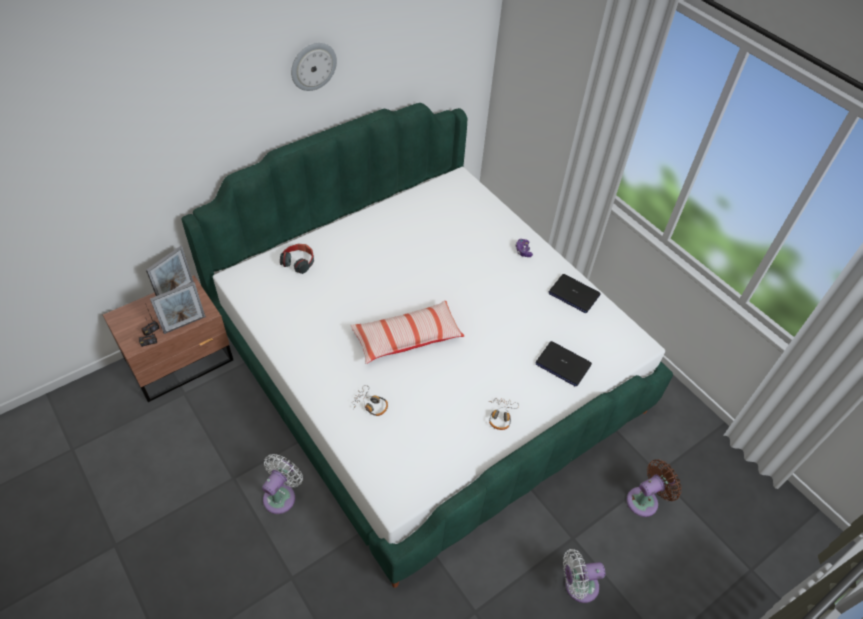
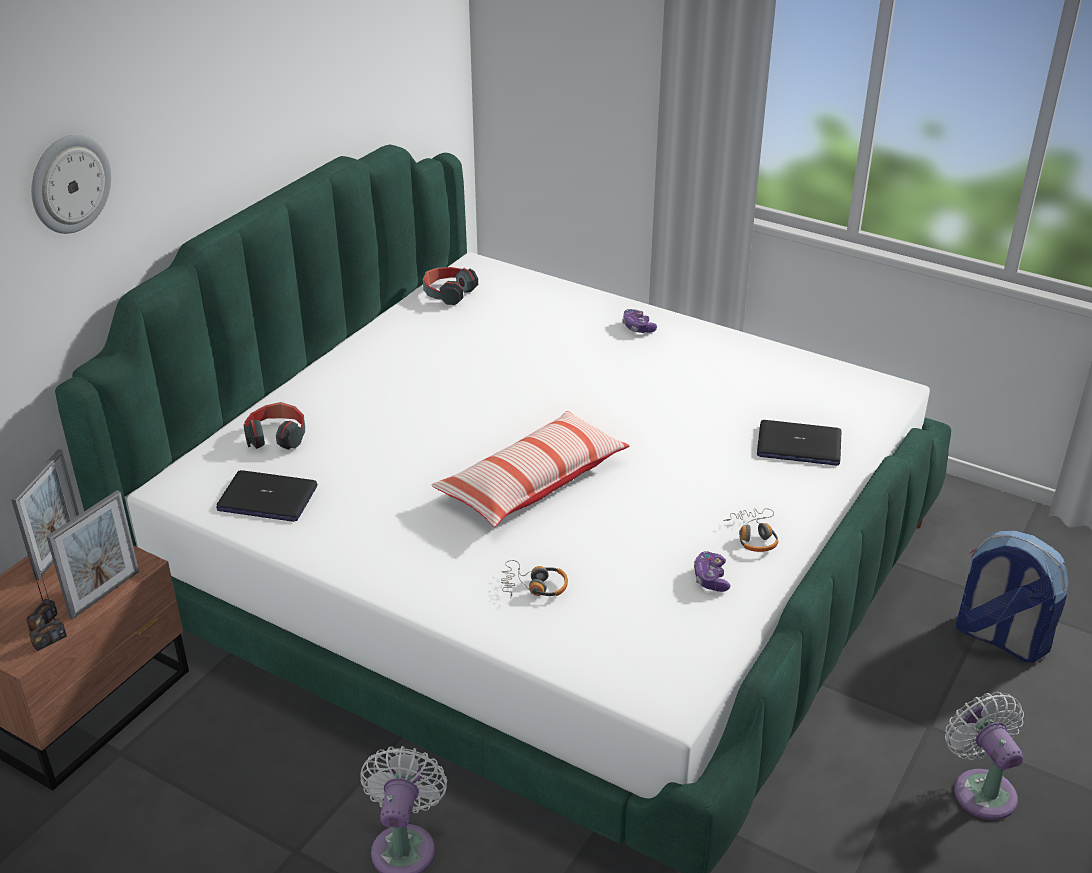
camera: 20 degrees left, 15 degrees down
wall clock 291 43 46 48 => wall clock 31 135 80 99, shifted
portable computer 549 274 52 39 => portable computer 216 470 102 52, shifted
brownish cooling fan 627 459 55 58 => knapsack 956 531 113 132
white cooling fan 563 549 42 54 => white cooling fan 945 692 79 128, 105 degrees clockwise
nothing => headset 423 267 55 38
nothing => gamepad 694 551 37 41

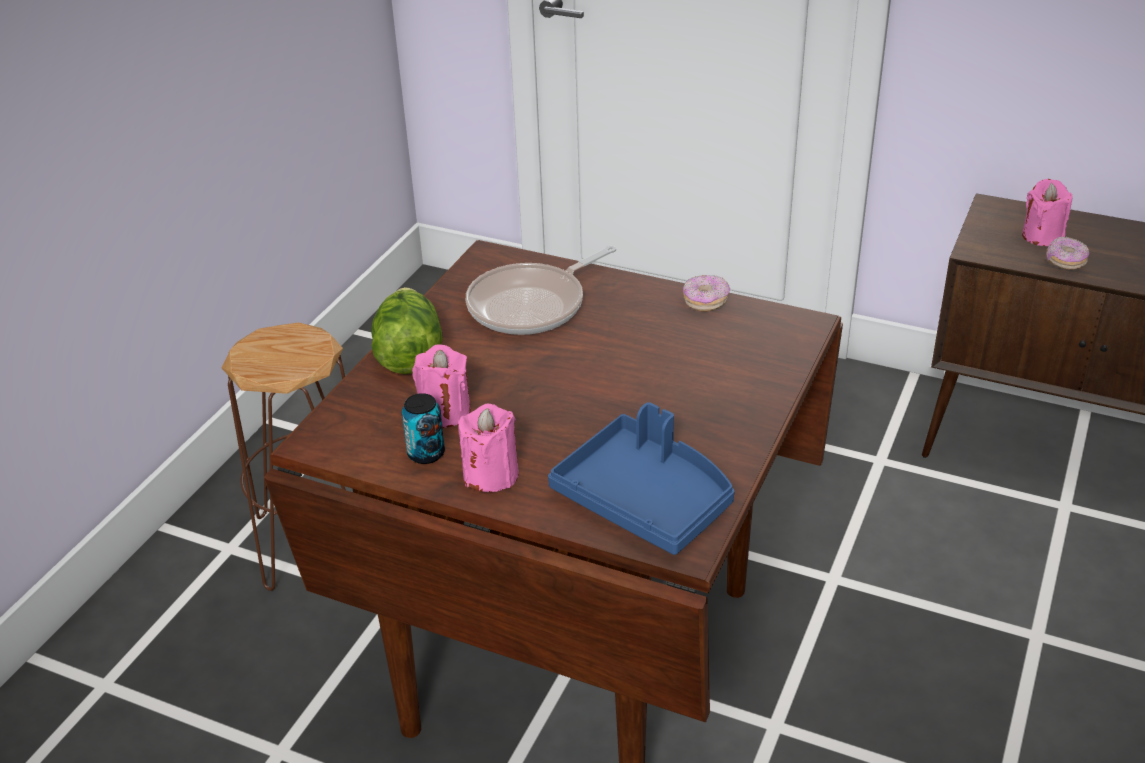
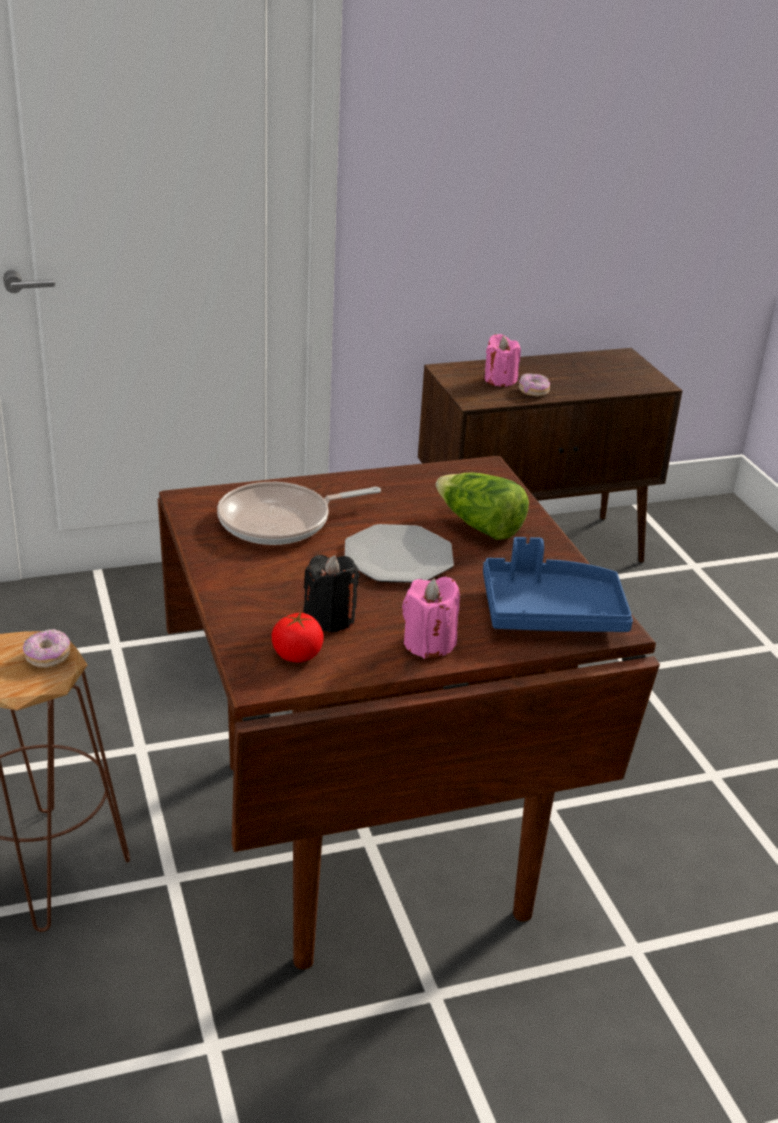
camera: 45 degrees left, 5 degrees down
pan 466 246 150 89 => pan 217 482 164 63, 60 degrees clockwise
ring doughnut 683 275 47 37 => ring doughnut 23 629 47 39, shifted
head of lettuce 371 287 72 87 => head of lettuce 436 473 93 67, shifted
pinkish wax light 412 344 59 84 => blackish wax light 303 555 57 78
sealed can 402 393 43 71 => nothing
nothing => plate 345 524 109 59
nothing => tomato 272 612 52 50

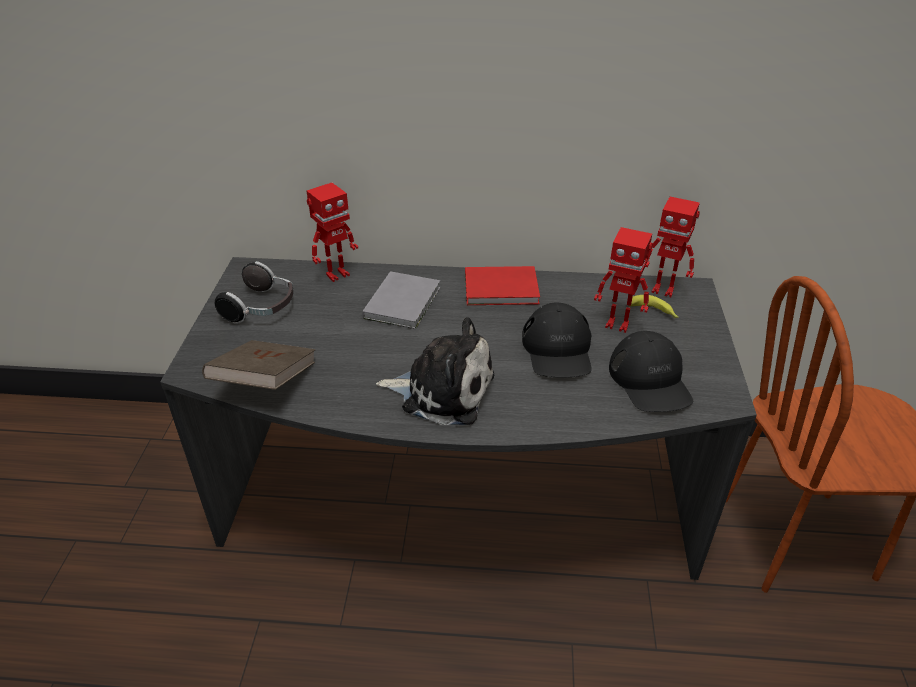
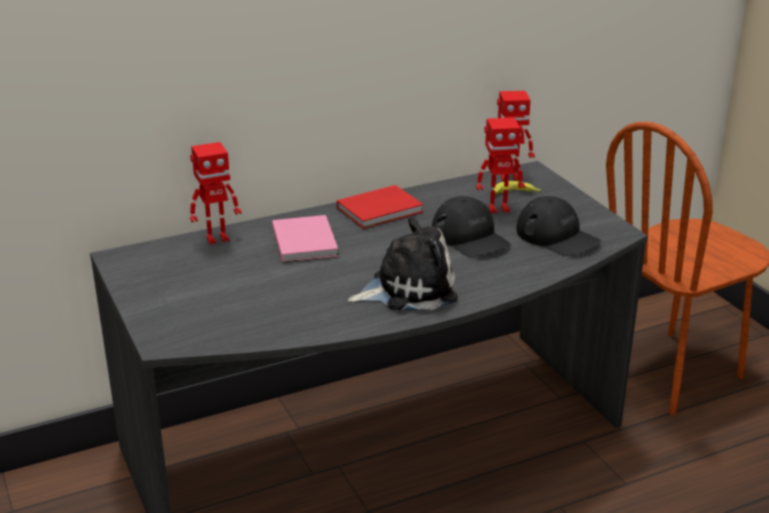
camera: 30 degrees left, 10 degrees down
model robot 307 183 51 99 => model robot 190 142 52 103, 45 degrees clockwise
headset 215 261 78 63 => nothing
greyish book 362 271 78 58 => pinkish book 272 215 67 48
brownish book 202 340 113 50 => nothing

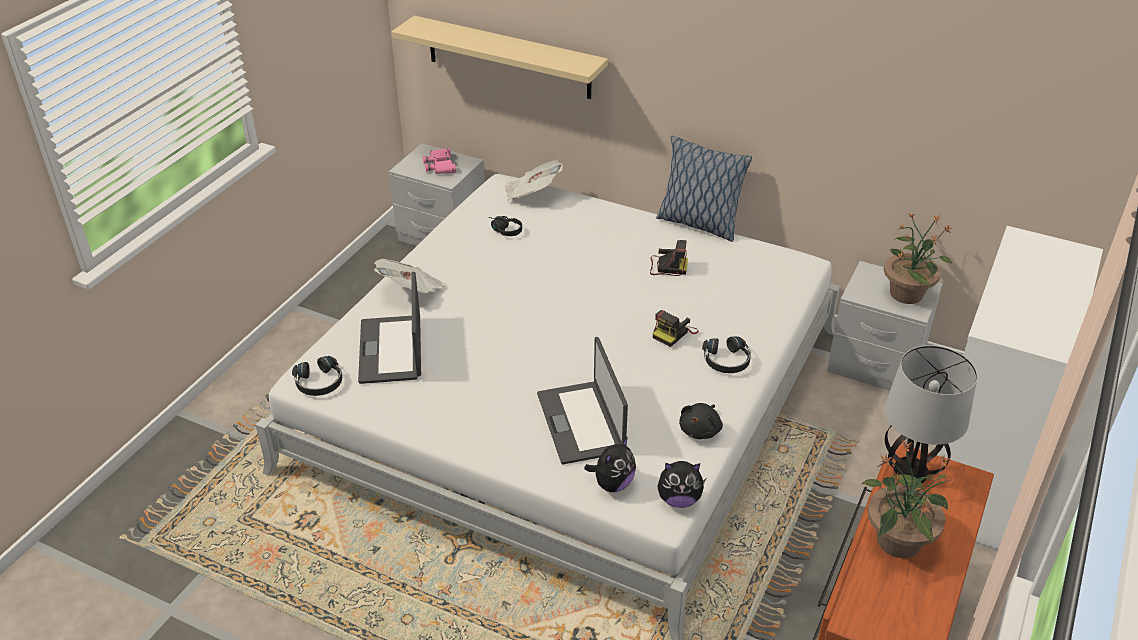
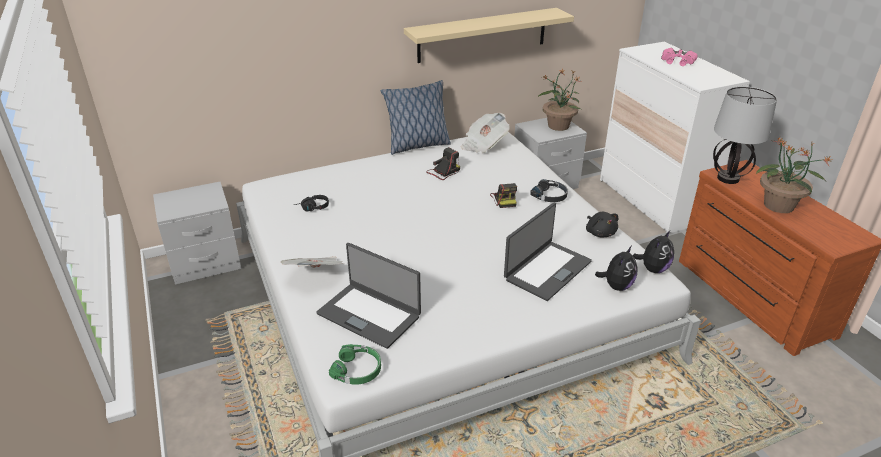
camera: 50 degrees left, 5 degrees down
beige bracket shelf 391 16 217 83 => beige bracket shelf 404 8 170 55, shifted
pinkish binoculars 423 148 33 26 => pinkish binoculars 661 48 37 18, shifted
newspaper 505 160 58 41 => newspaper 461 113 49 40, shifted
portable computer 537 337 91 127 => portable computer 504 203 88 98, 75 degrees counterclockwise
blackish headset 292 356 50 40 => green headset 329 344 52 41
soft toy 584 437 52 55 => soft toy 595 246 43 45, 45 degrees clockwise

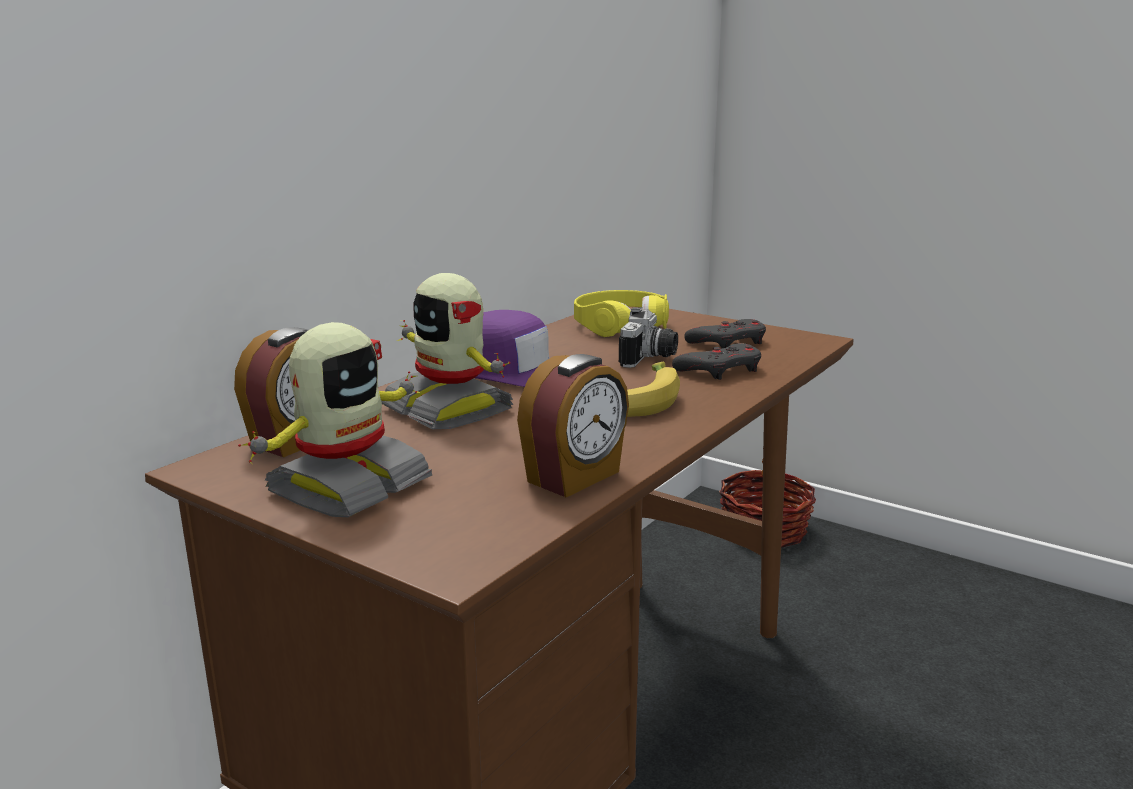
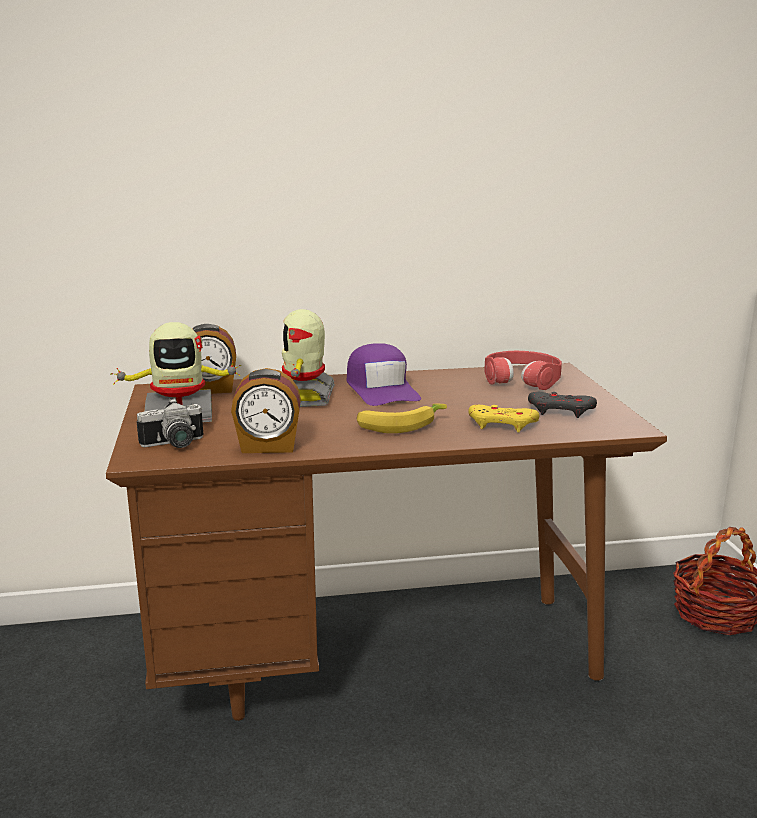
camera: 45 degrees right, 0 degrees up
yellowish headset 574 290 95 47 => reddish headset 484 351 78 39
still camera 619 307 59 61 => still camera 136 398 67 50, shifted
greyish gamepad 672 343 89 37 => yellowish gamepad 468 405 71 27

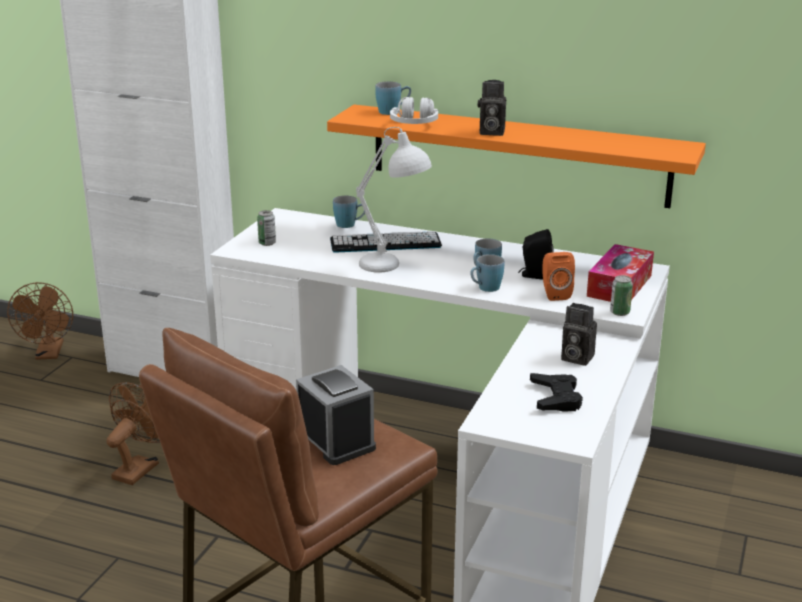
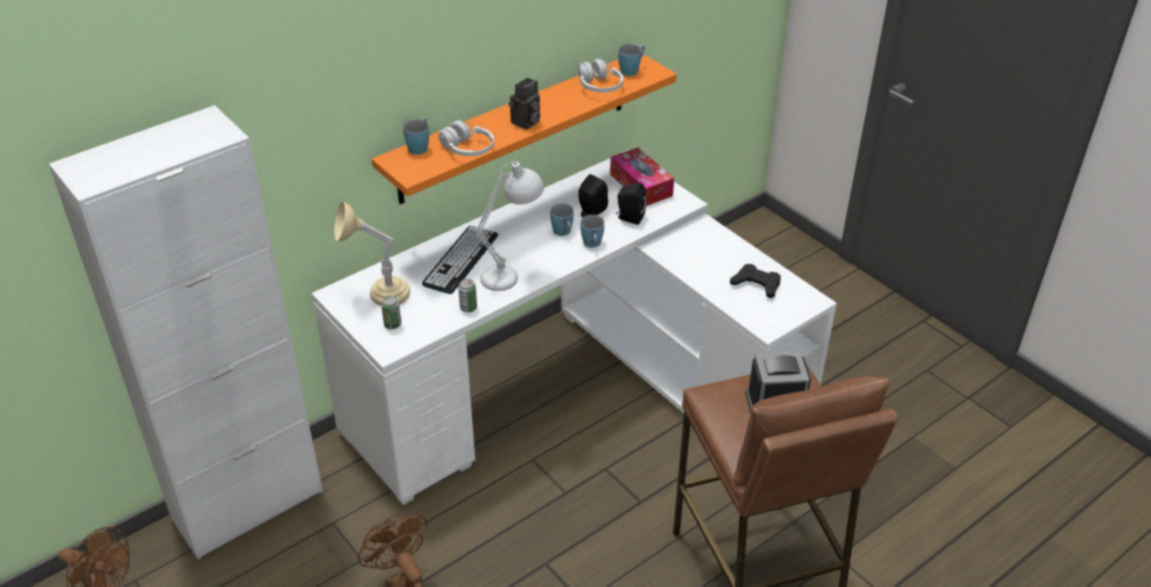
camera: 60 degrees left, 15 degrees up
blue coffee mug 333 196 32 32 => blue coffee mug 618 44 27 32, shifted
orange-coloured speaker 542 252 33 49 => blackish speaker 616 183 31 42
sealed can 610 275 23 41 => sealed can 458 279 19 34, shifted
still camera 561 303 36 63 => nothing
nothing => white headset 578 59 45 33
nothing => beige lamp for a table 334 202 76 104

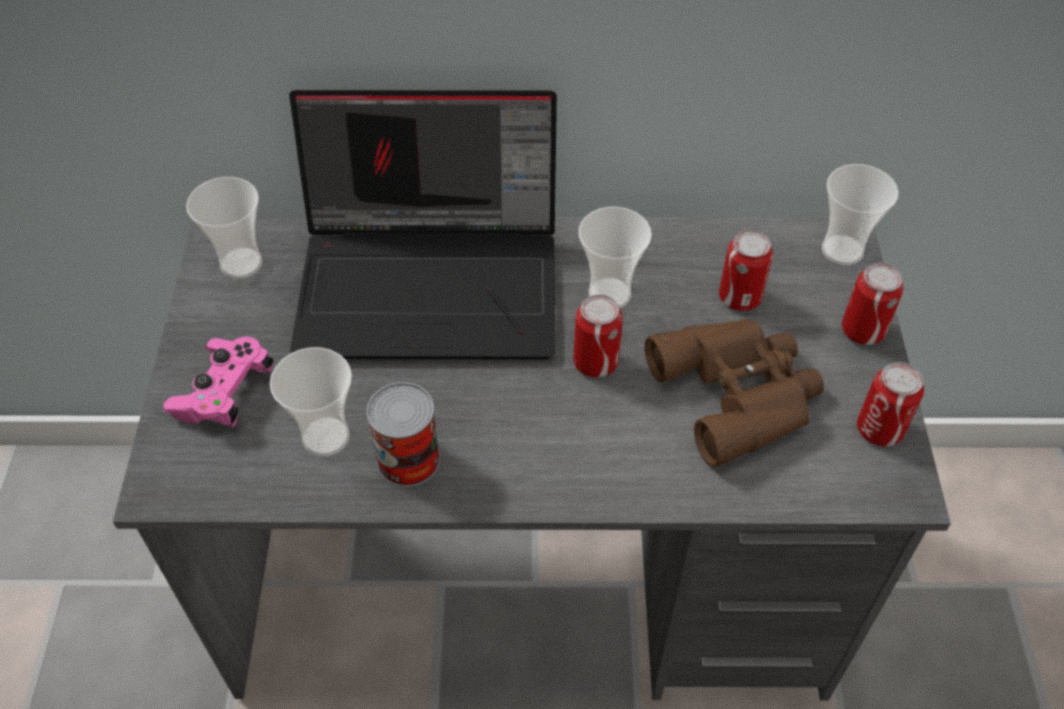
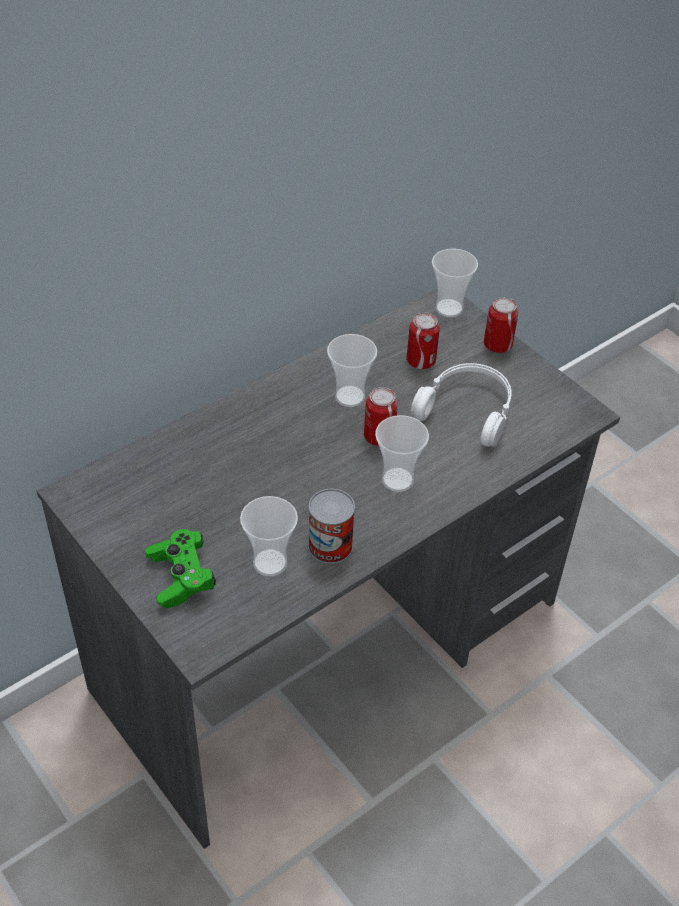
camera: 40 degrees left, 5 degrees down
portable computer 289 90 268 269 => nothing
small cup 186 177 76 102 => small cup 375 415 54 77, shifted
brownish binoculars 644 319 180 148 => white headset 411 363 101 84
pinkish gamepad 163 336 111 92 => green gamepad 145 529 71 80
sealed can 857 362 67 84 => nothing

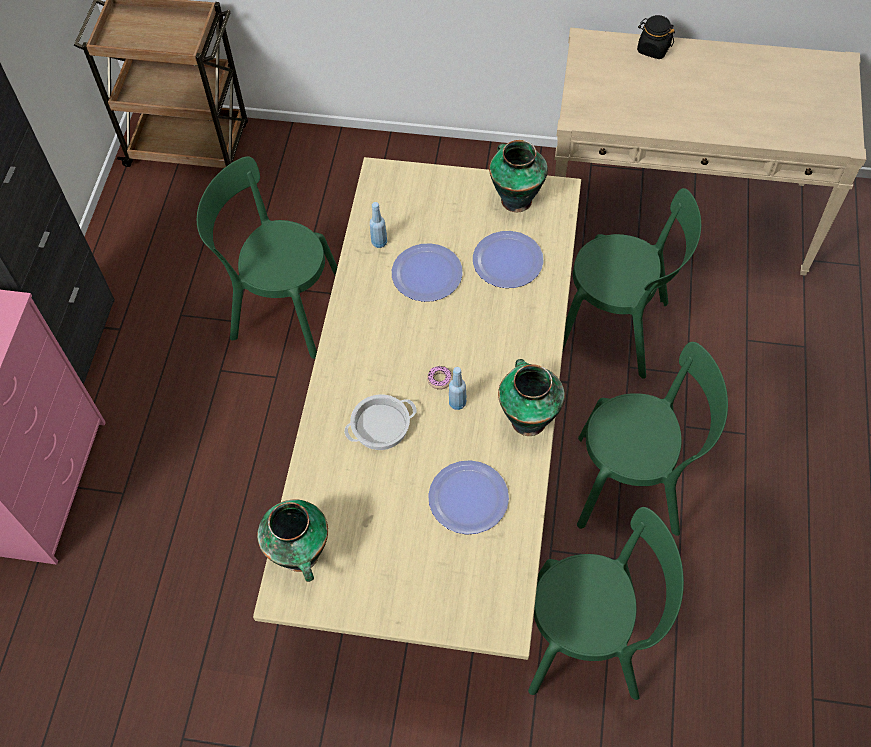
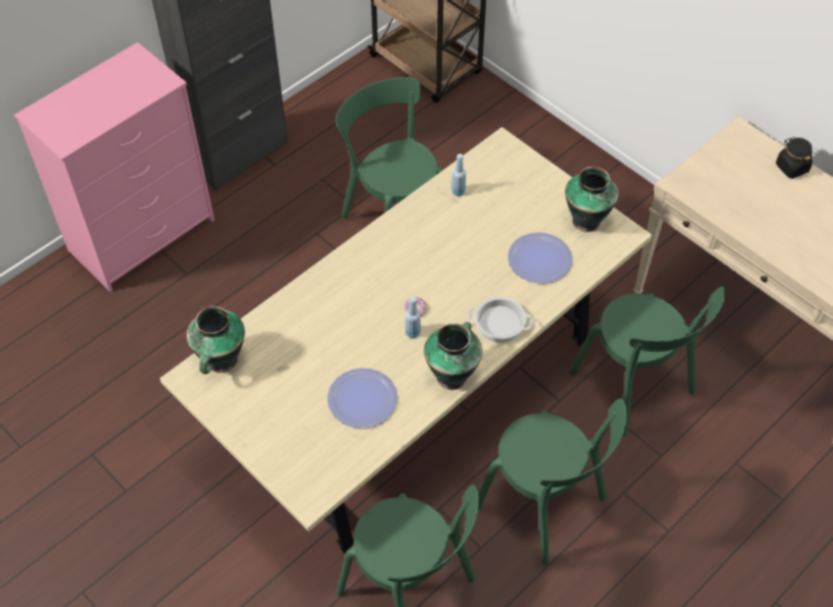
camera: 35 degrees right, 5 degrees down
plate 392 243 71 59 => nothing
stockpot 344 394 73 56 => stockpot 468 297 66 46, shifted

